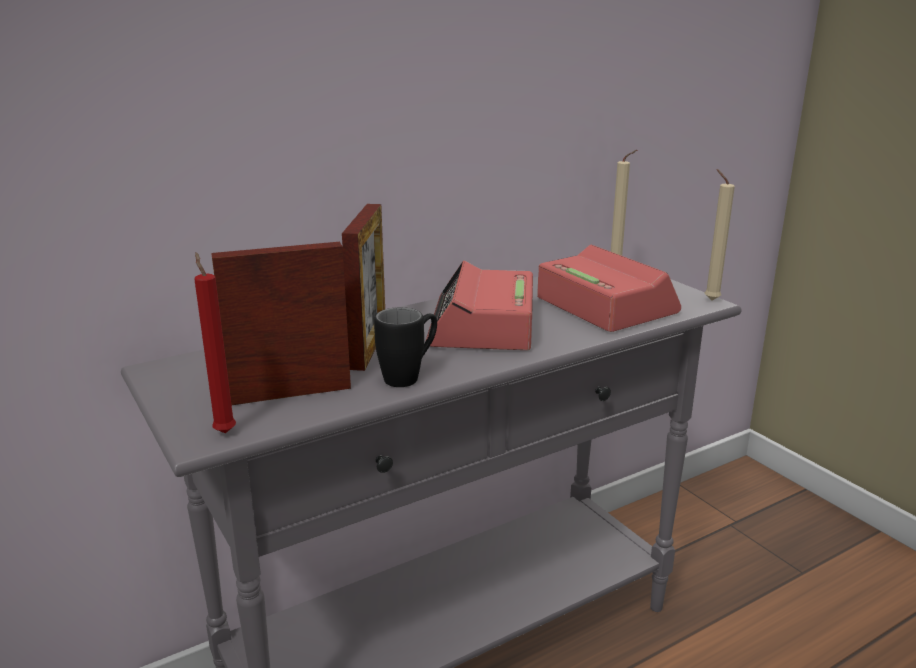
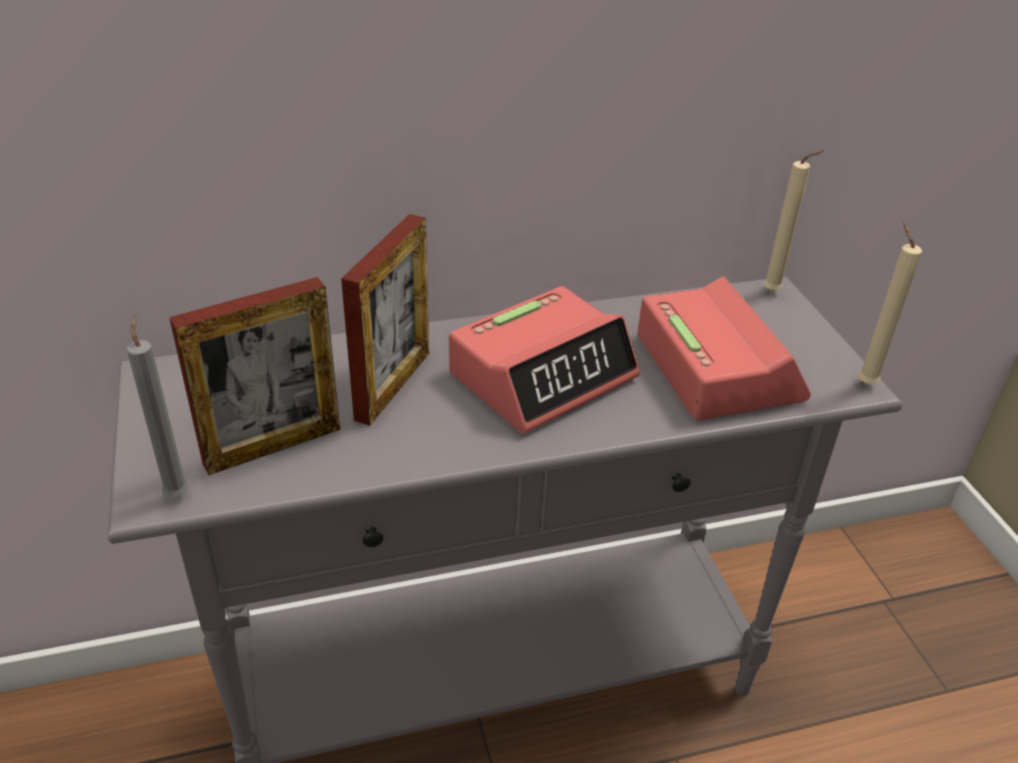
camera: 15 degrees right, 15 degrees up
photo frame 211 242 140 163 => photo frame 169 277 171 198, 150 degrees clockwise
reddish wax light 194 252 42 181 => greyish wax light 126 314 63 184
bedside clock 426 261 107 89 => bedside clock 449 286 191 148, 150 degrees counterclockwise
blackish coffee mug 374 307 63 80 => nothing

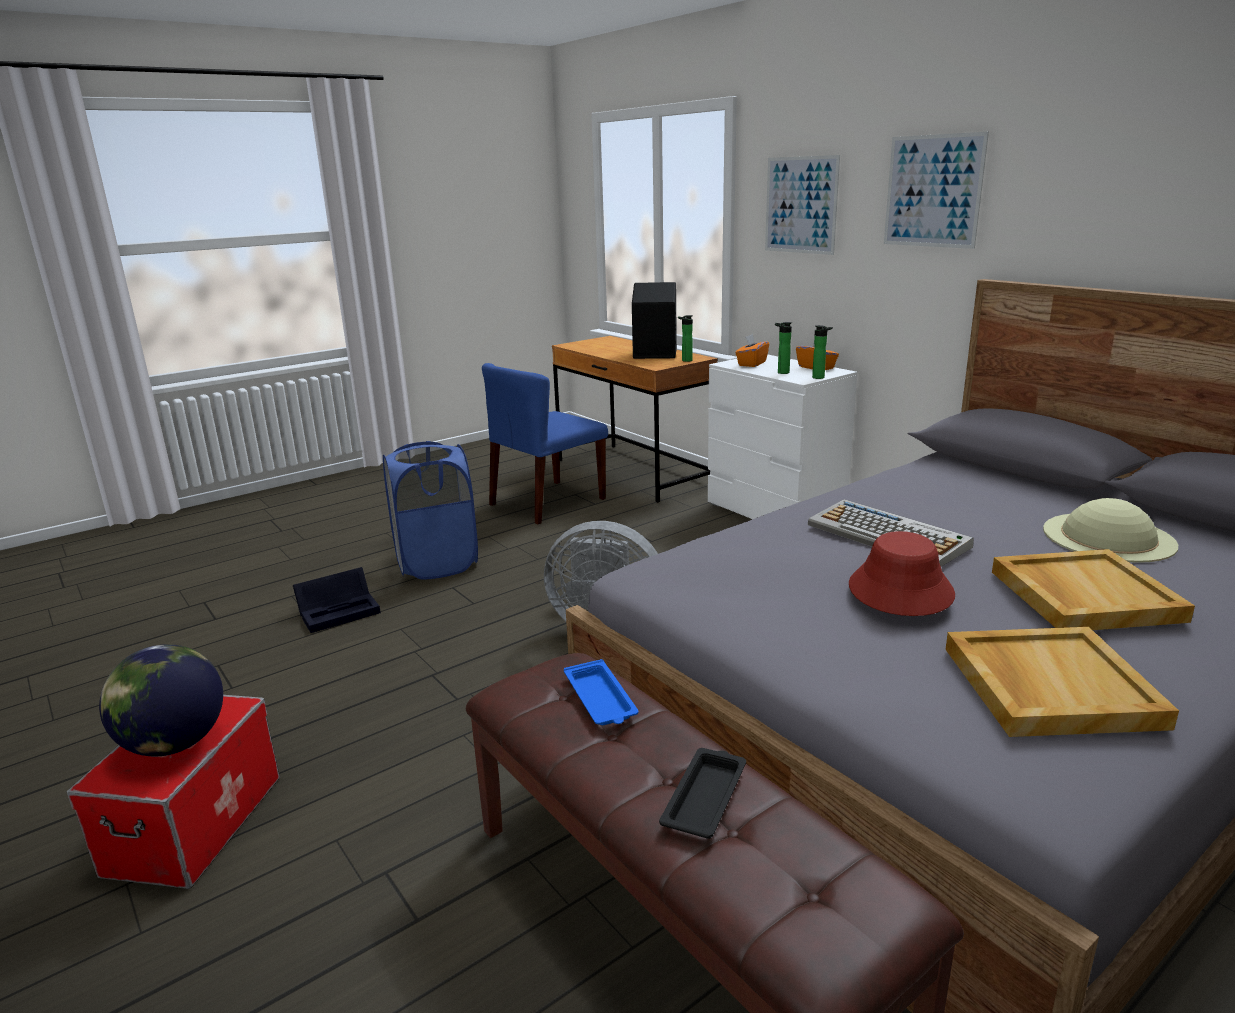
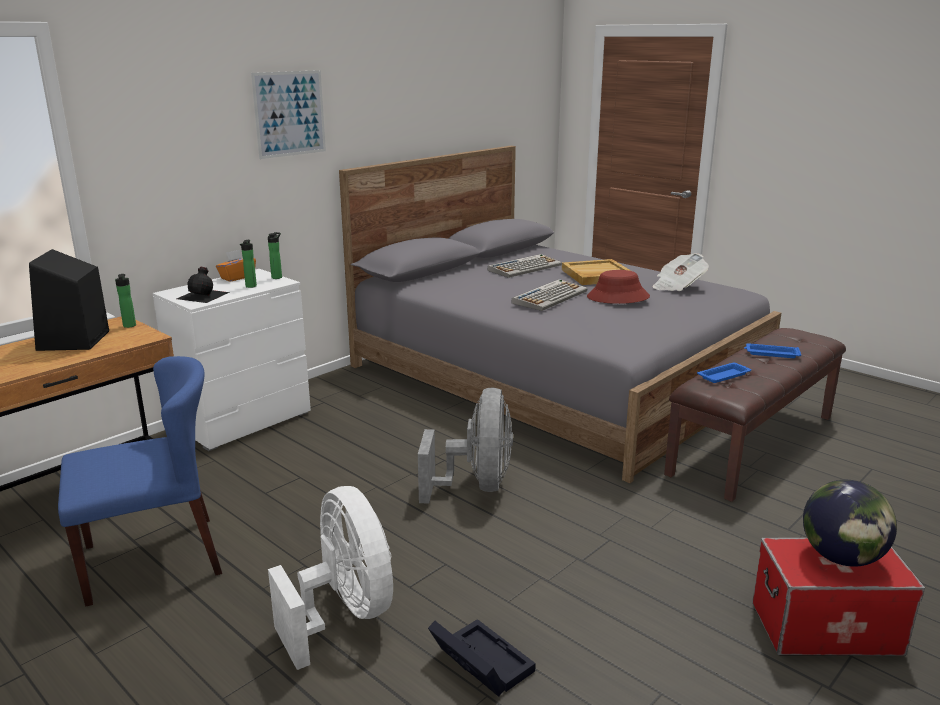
camera: 100 degrees left, 0 degrees up
wall picture 765 155 75 100 => nothing
orange-coloured tissue box 735 334 34 33 => blackish beverage bottle 177 267 53 36
blue chair 482 363 126 162 => blue chair 58 356 164 250, 60 degrees counterclockwise
blue washing basket 383 441 95 139 => white cooling fan 268 486 125 184
beige clothing hat 1043 498 135 65 => PC keyboard 488 254 74 24
beige carrying tray 945 627 234 110 => newspaper 653 253 56 38
blackish carrying tray 659 748 87 91 => blue carrying tray 744 343 57 15

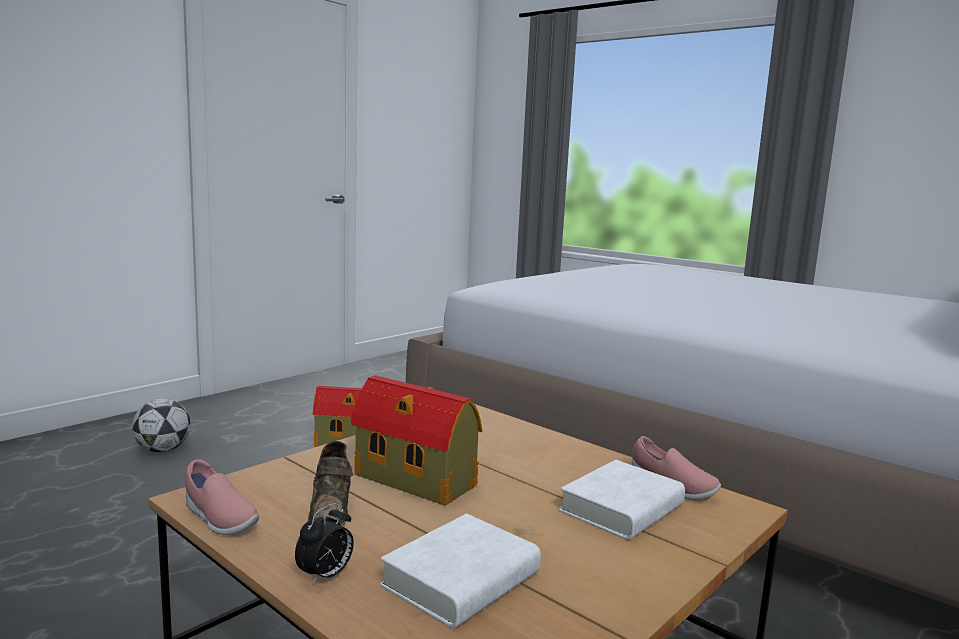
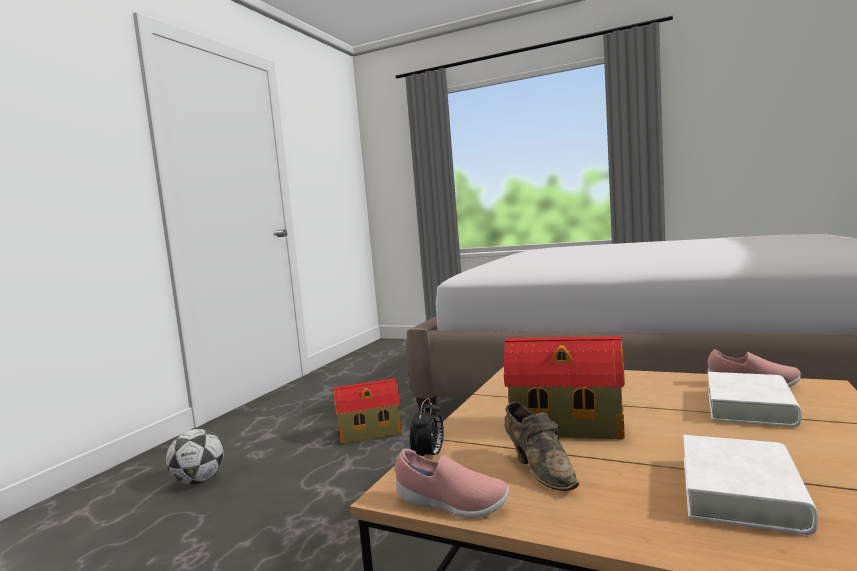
camera: 15 degrees left, 5 degrees down
bedside clock 295 503 59 83 => bedside clock 410 398 34 61, shifted

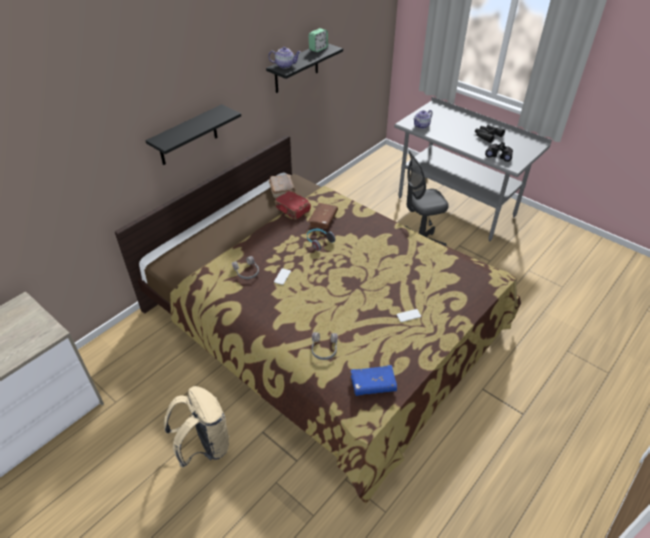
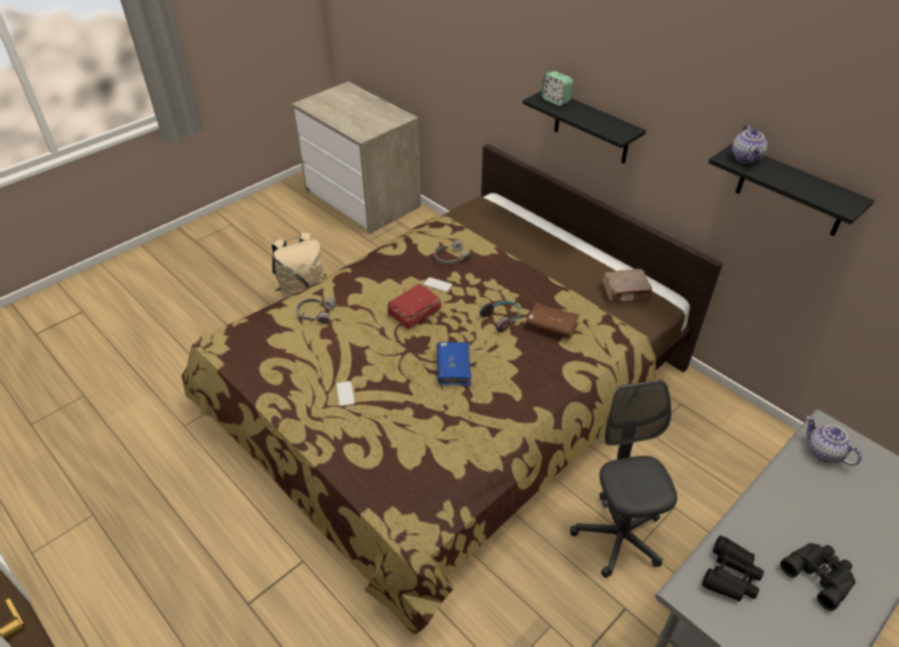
camera: 95 degrees right, 0 degrees up
bedside clock 309 28 19 24 => bedside clock 541 71 32 35, shifted
reddish book 274 191 37 29 => reddish book 388 284 53 45, shifted
blue book 350 365 47 31 => blue book 437 342 35 44, shifted

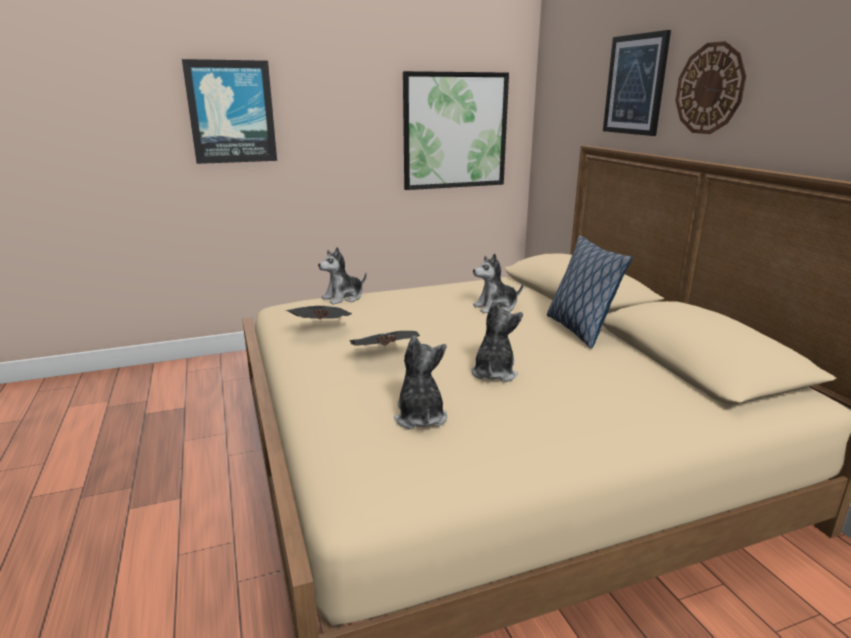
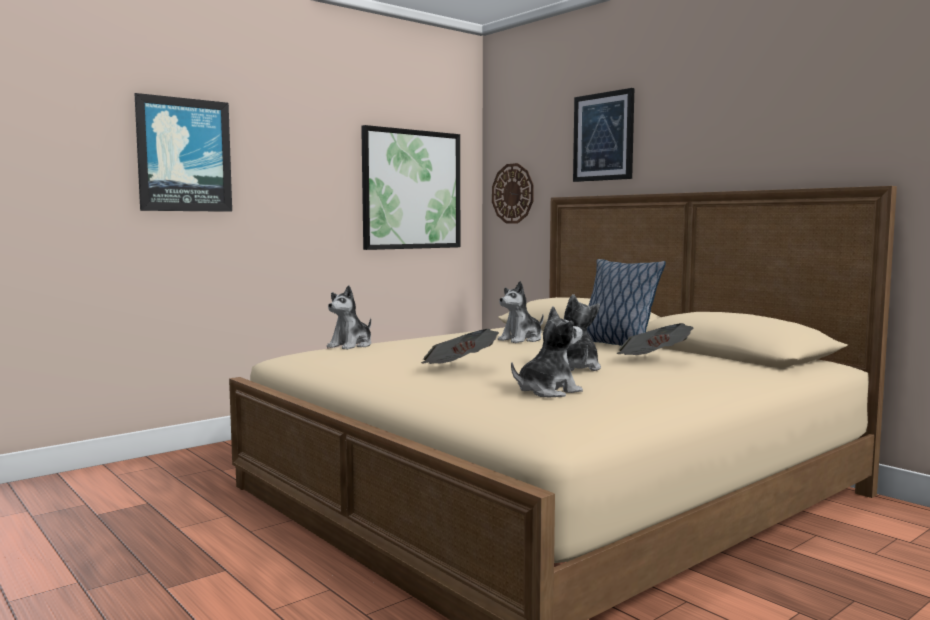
camera: 20 degrees left, 15 degrees down
wall clock 675 41 72 93 => wall clock 492 163 42 61, shifted
newspaper 285 306 67 13 => newspaper 616 323 77 32, shifted
soft toy 394 335 53 94 => soft toy 511 307 72 90, 90 degrees clockwise

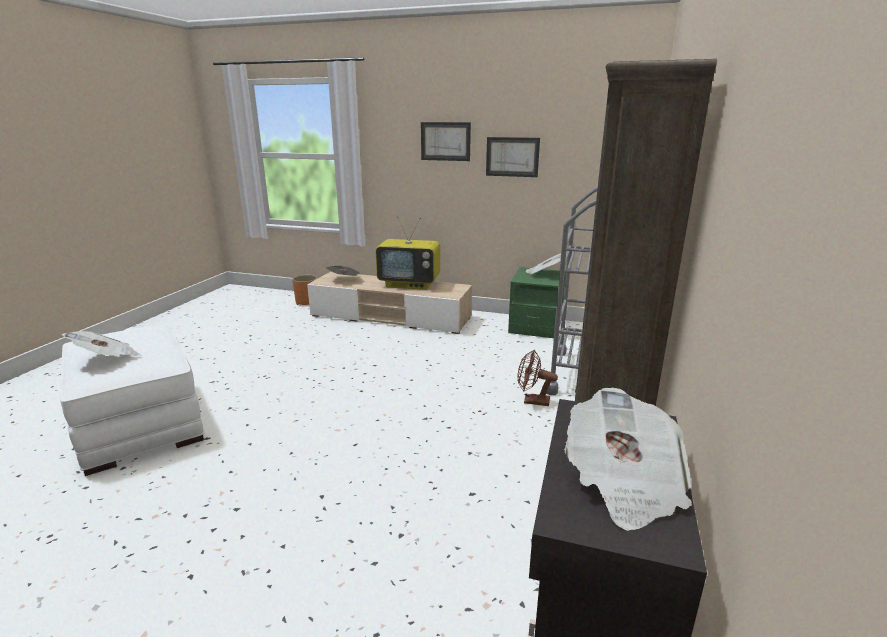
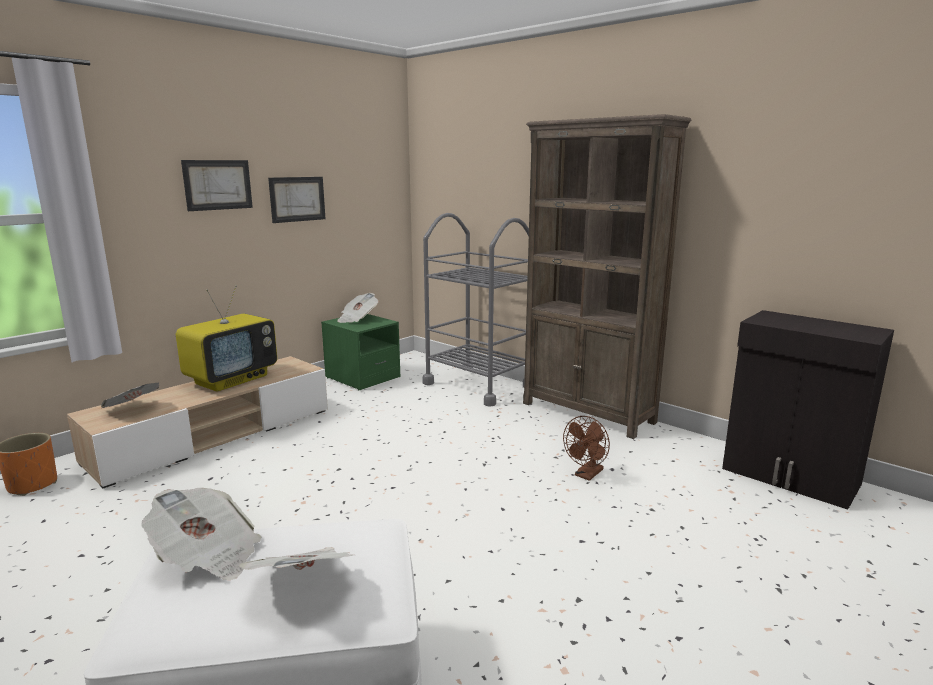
camera: 65 degrees left, 5 degrees down
brownish cooling fan 518 350 40 56 => brownish cooling fan 563 416 47 65, shifted
newspaper 564 388 128 143 => newspaper 141 488 120 92, shifted

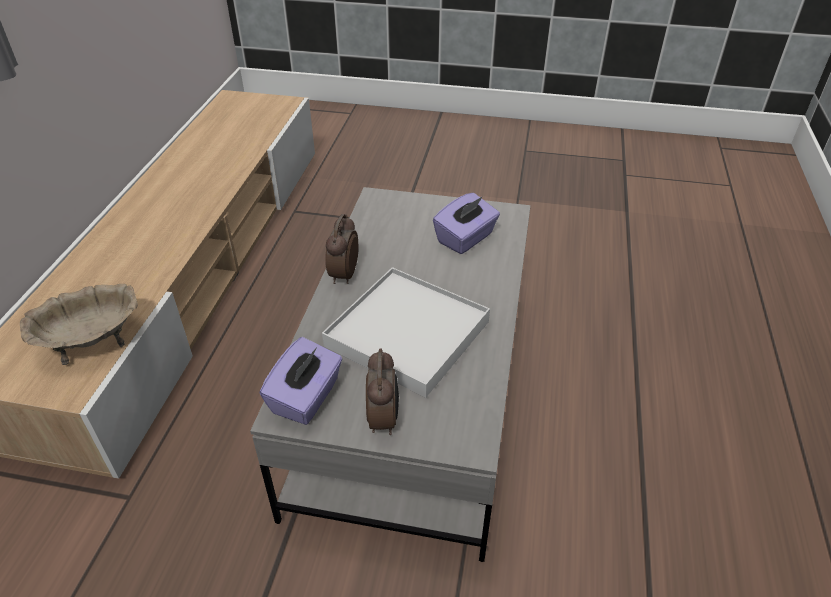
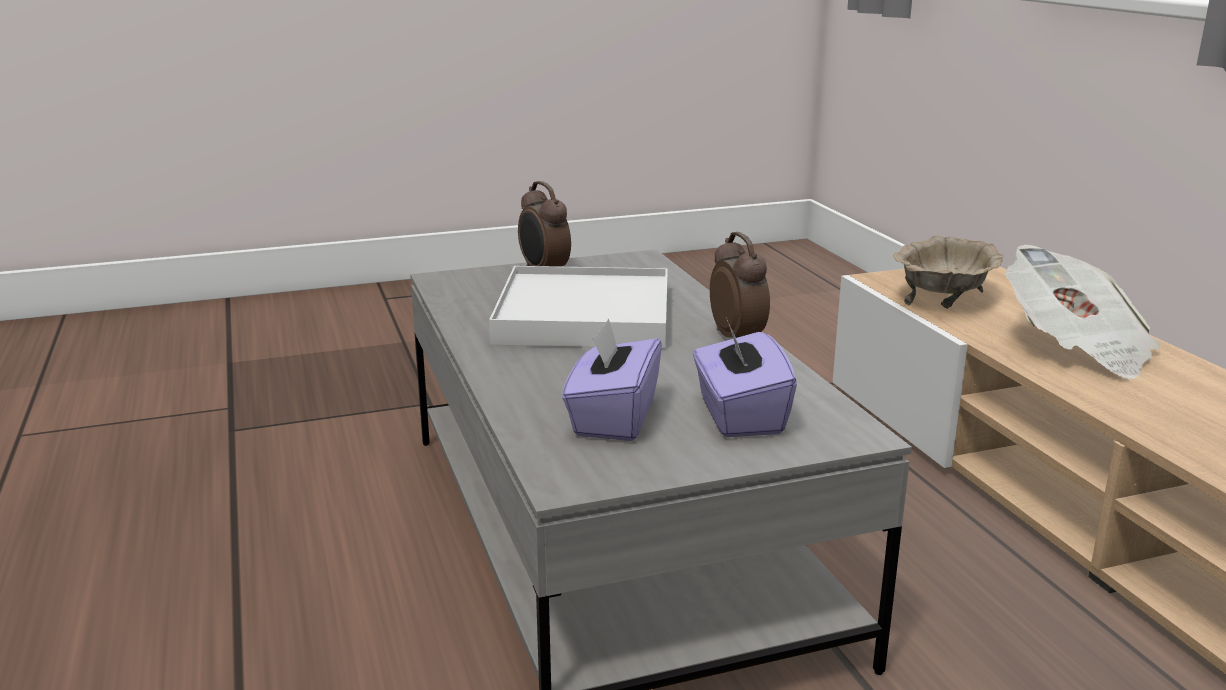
camera: 150 degrees right, 20 degrees down
purplish tissue box 259 337 83 88 => purplish tissue box 693 317 104 120, shifted
nothing => newspaper 1006 245 155 135

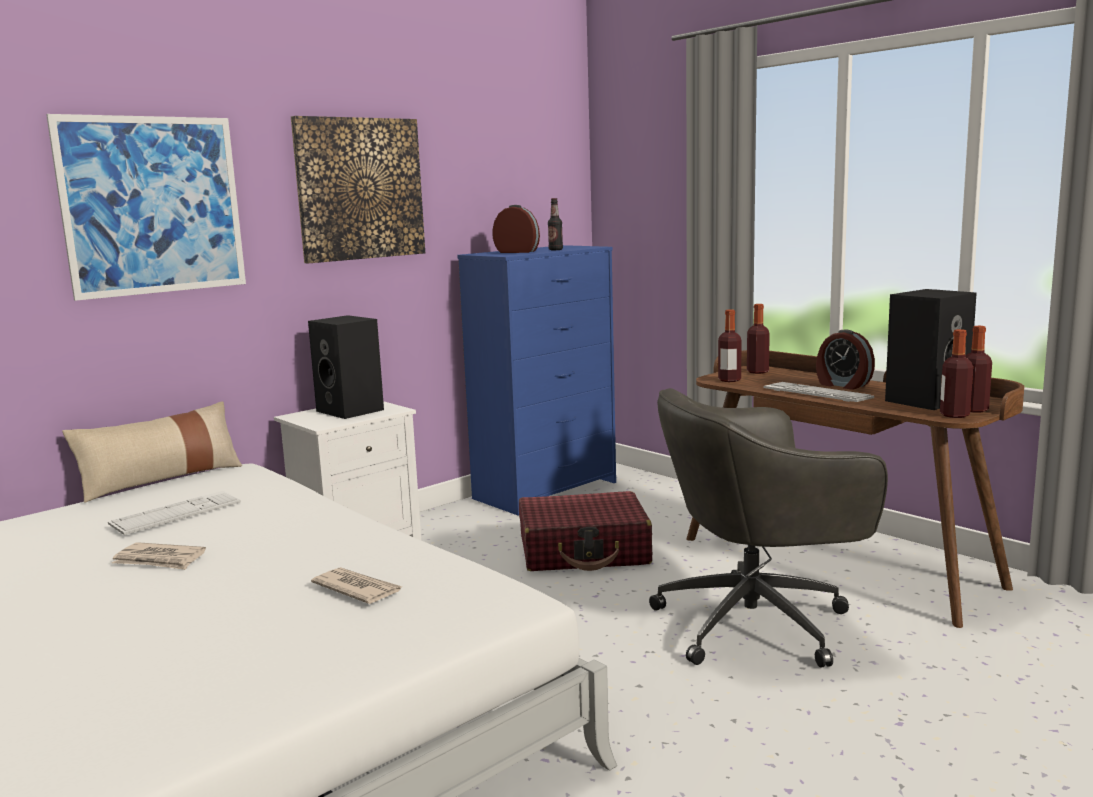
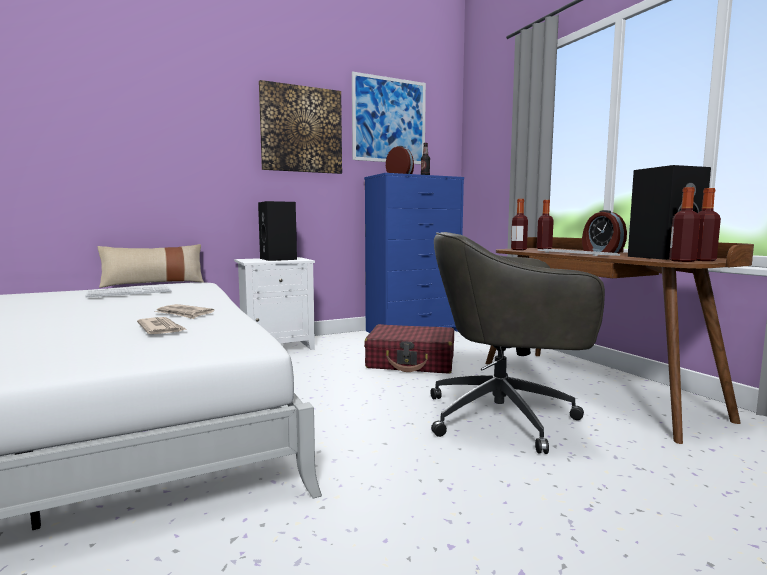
camera: 15 degrees right, 5 degrees down
wall picture 46 114 200 187 => wall picture 352 71 74 93, shifted
newspaper 112 542 94 28 => newspaper 155 304 59 15, shifted

